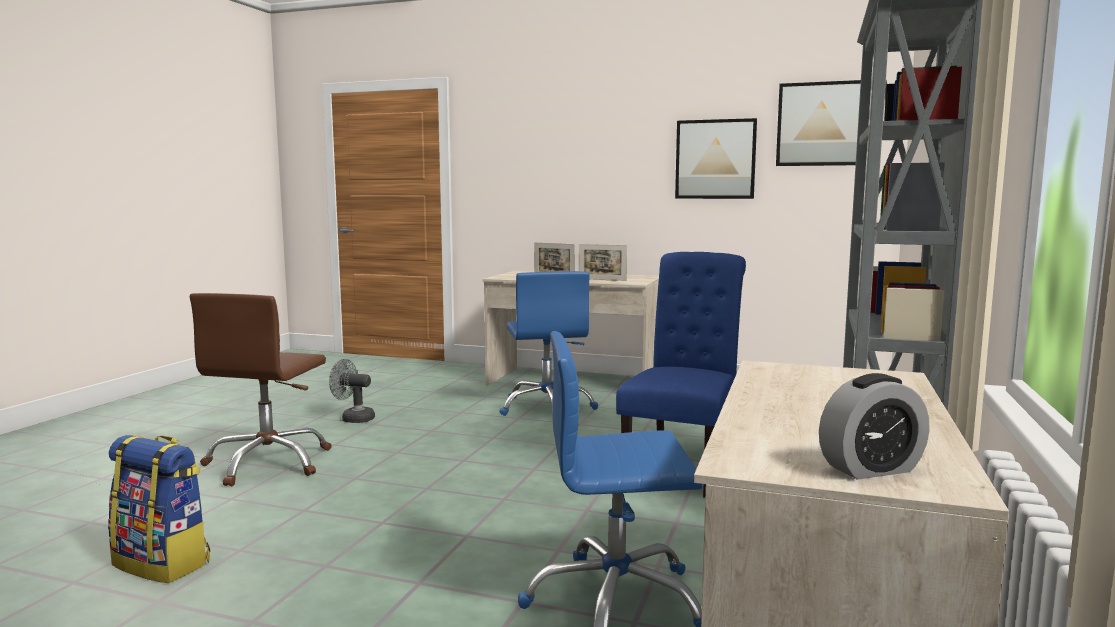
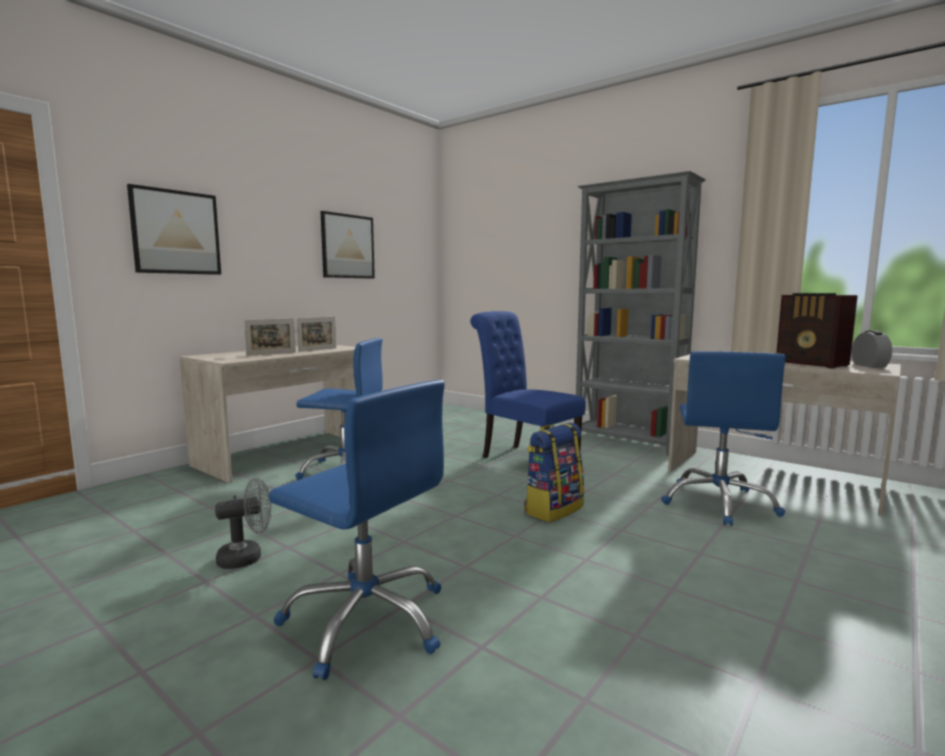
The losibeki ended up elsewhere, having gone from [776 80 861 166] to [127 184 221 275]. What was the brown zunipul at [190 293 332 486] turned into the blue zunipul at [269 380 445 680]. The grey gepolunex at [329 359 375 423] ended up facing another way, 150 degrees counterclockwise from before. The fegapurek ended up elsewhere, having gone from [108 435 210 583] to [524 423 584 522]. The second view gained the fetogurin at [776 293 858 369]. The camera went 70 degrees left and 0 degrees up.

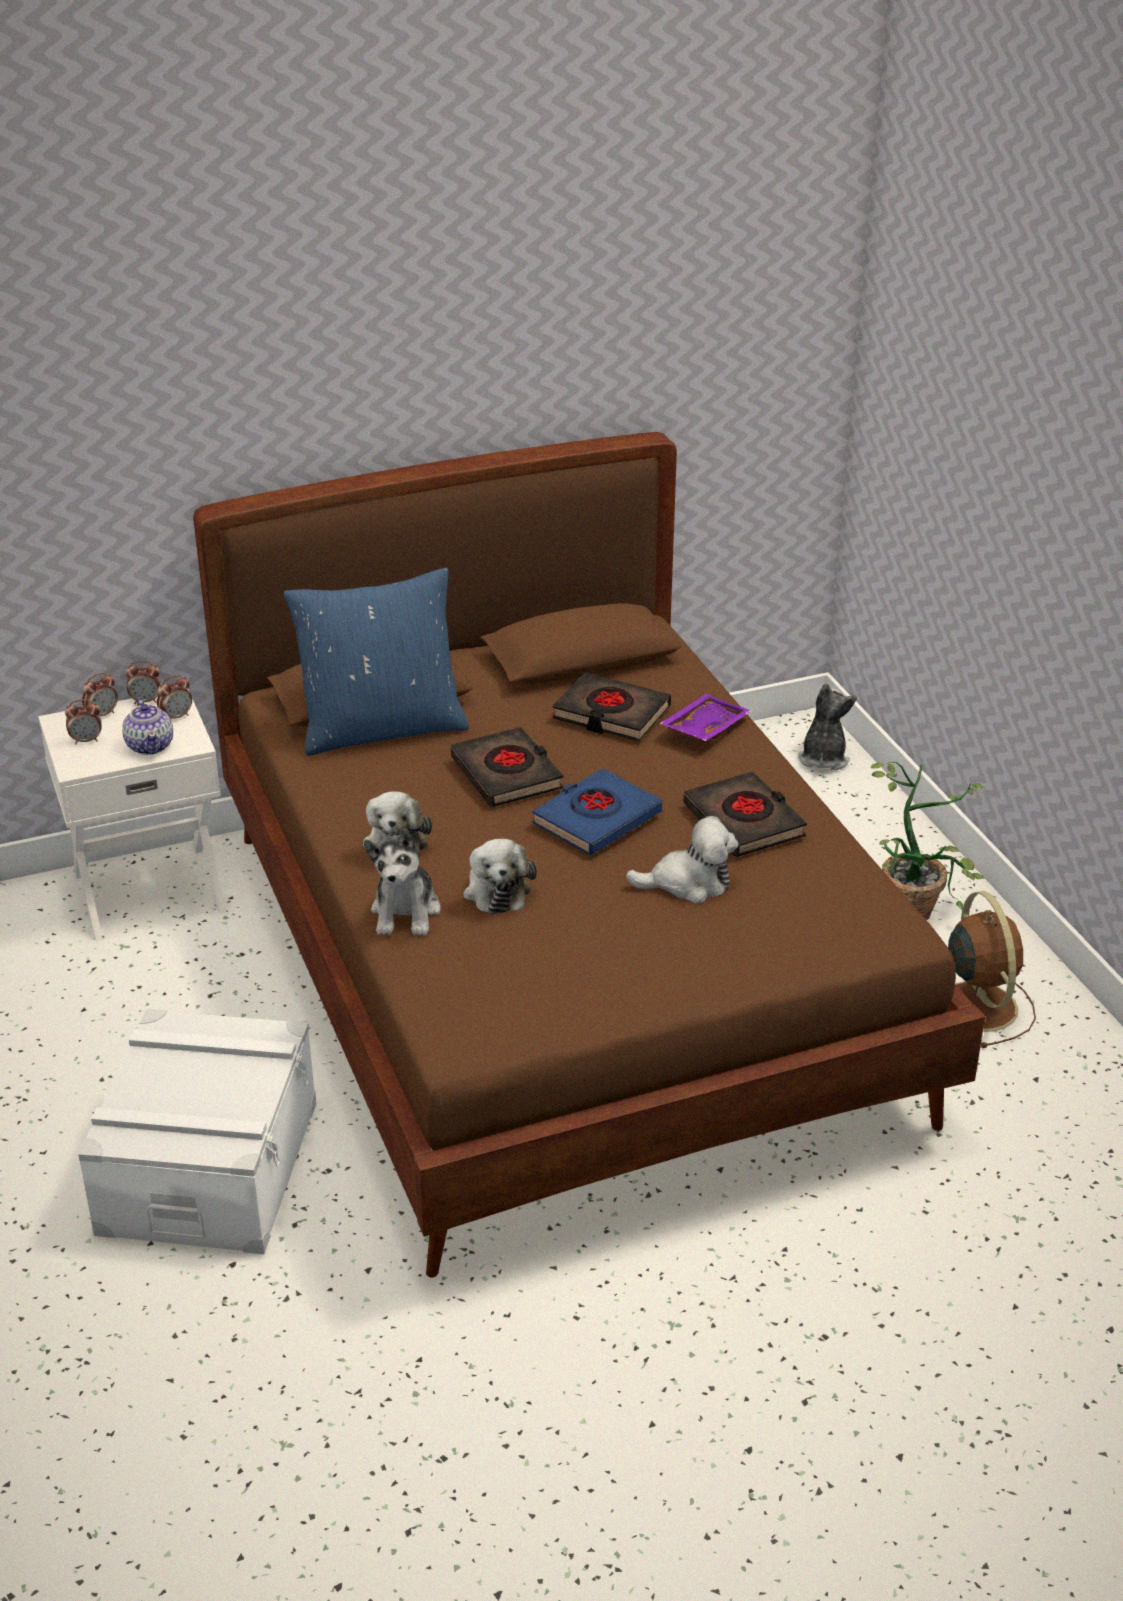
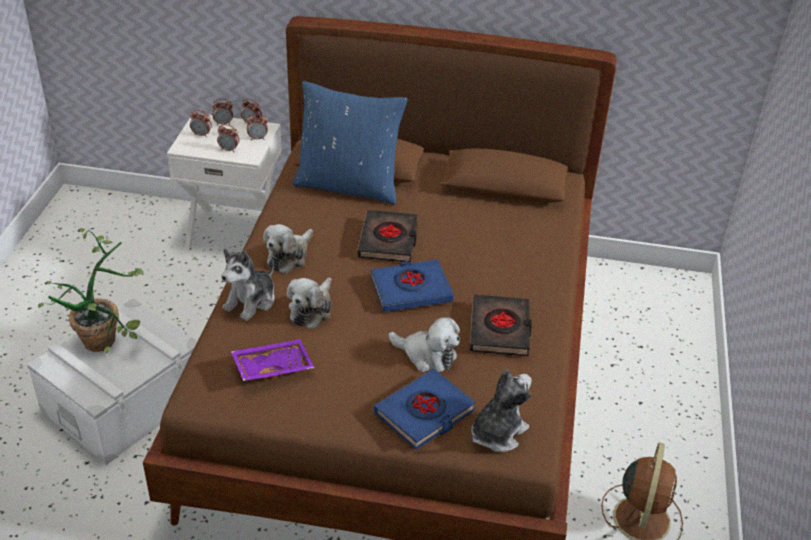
The second view lost the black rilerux at [553 672 671 741]. The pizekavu ended up elsewhere, having gone from [798 683 857 770] to [471 369 532 452]. The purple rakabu ended up elsewhere, having gone from [659 694 751 741] to [231 339 314 381]. Where the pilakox stood at [122 697 173 755], the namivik came to stand at [217 124 239 152]. The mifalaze ended up elsewhere, having gone from [871 762 985 920] to [38 228 144 353]. The second view gained the blue rilerux at [374 369 476 450]. The camera went 30 degrees right and 5 degrees up.

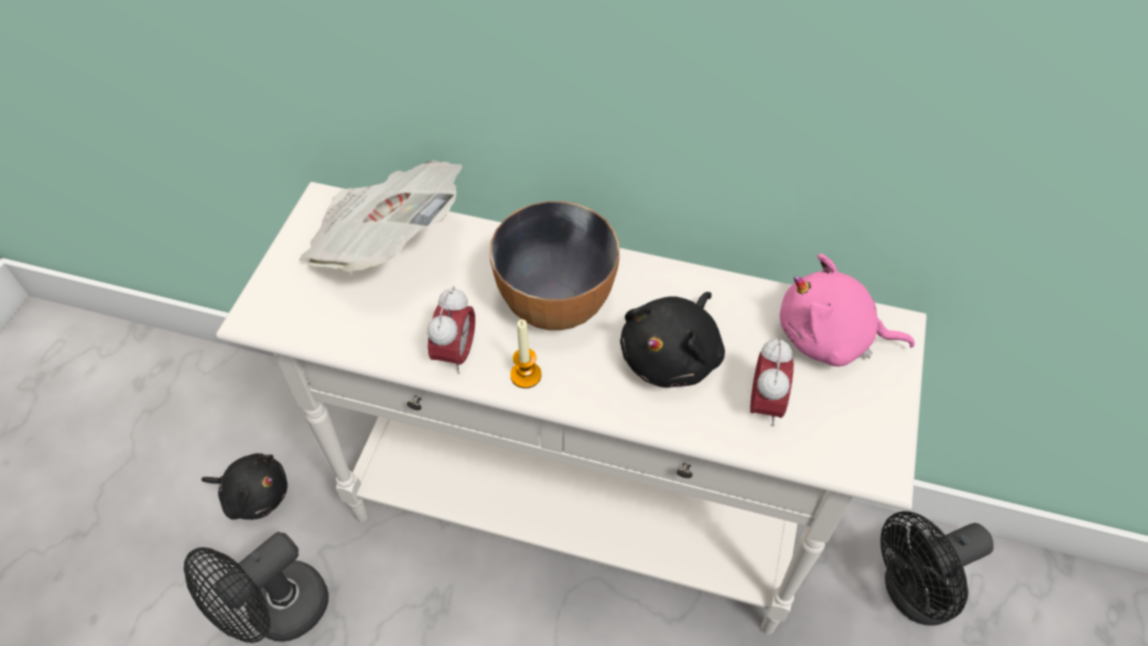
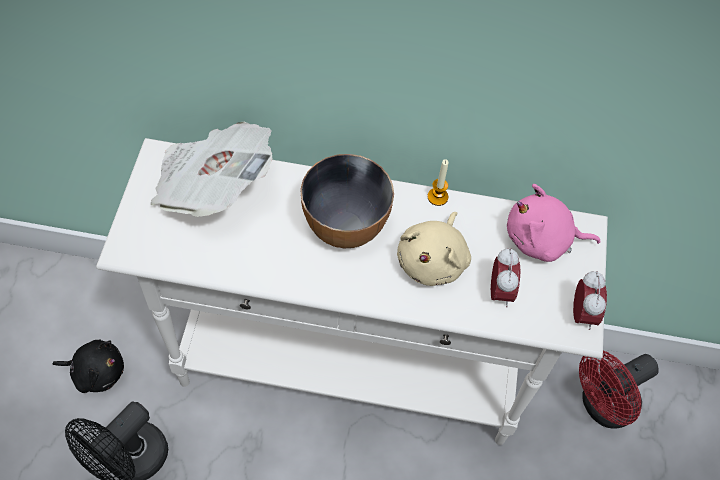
The namivik ended up elsewhere, having gone from [427 286 475 374] to [573 271 607 330]. What was the black pizekavu at [620 292 725 388] turned into the beige pizekavu at [397 212 471 286]. The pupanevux ended up elsewhere, having gone from [510 319 541 388] to [427 159 448 206]. What was the black gepolunex at [880 511 994 626] turned into the red gepolunex at [579 351 659 429]. The camera went 10 degrees left and 5 degrees up.

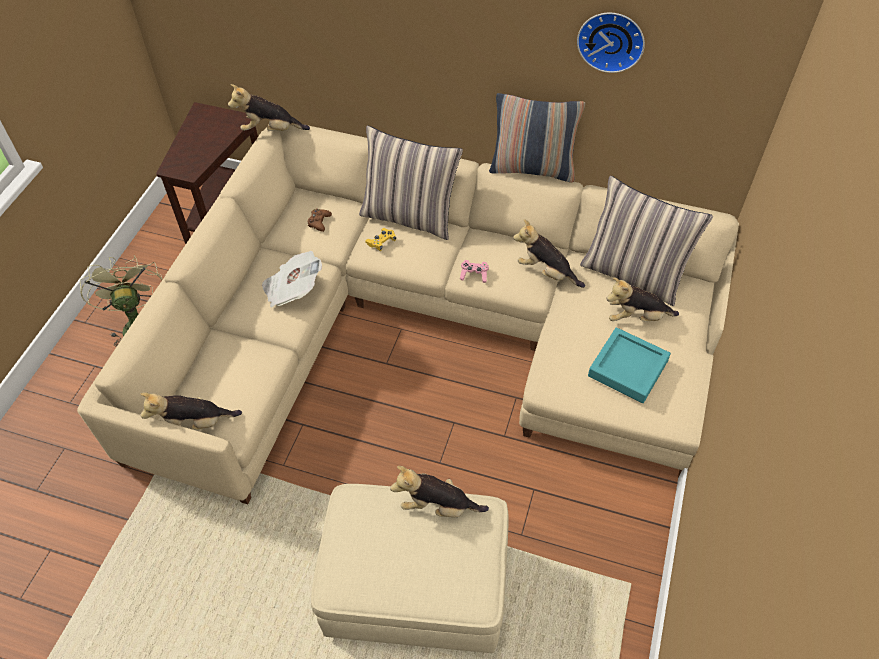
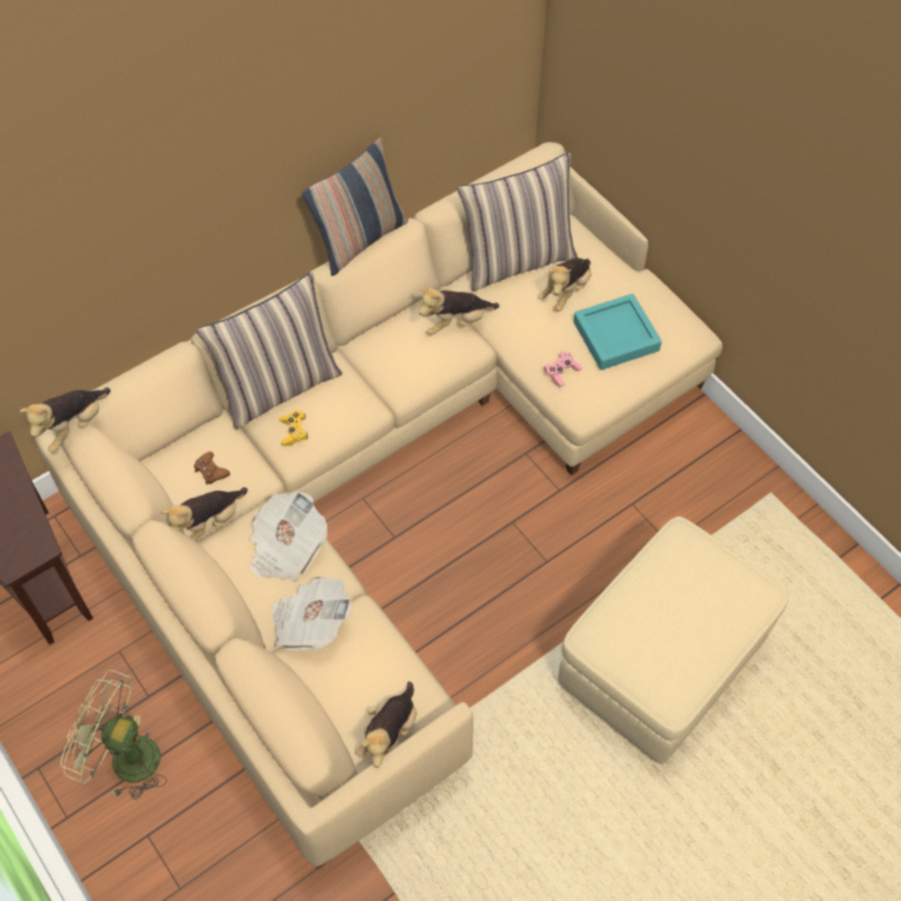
The second view lost the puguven at [577 12 645 73]. The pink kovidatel ended up elsewhere, having gone from [460 260 489 283] to [544 351 582 387]. The pizekavu ended up elsewhere, having gone from [390 466 489 517] to [162 487 248 542]. The second view gained the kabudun at [272 576 352 650]. The camera went 55 degrees left and 5 degrees up.

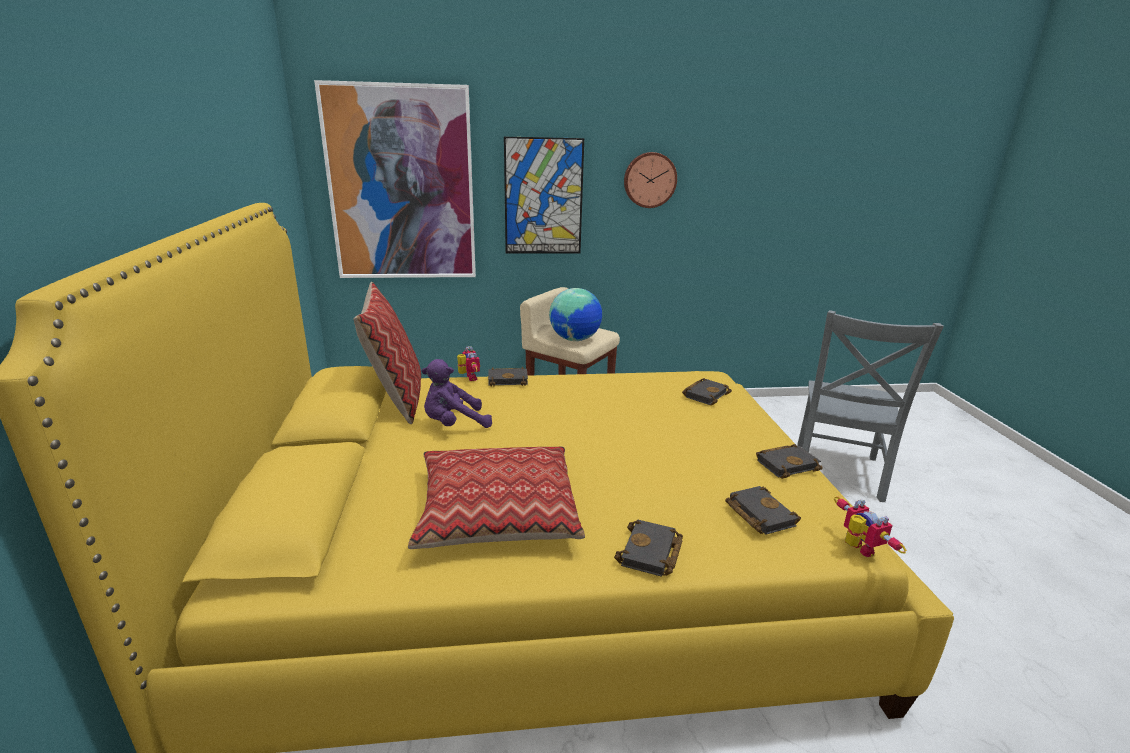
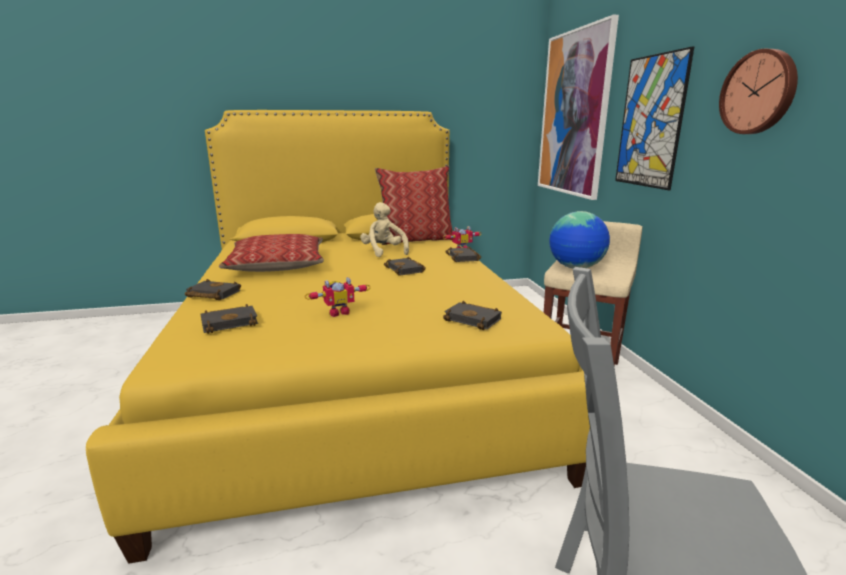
What was the purple pizekavu at [421 359 492 428] turned into the beige pizekavu at [360 202 409 257]. The black rilerux ended up elsewhere, having gone from [756 444 823 479] to [384 257 426 276]. The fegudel ended up elsewhere, having gone from [834 497 907 557] to [305 277 371 317]. The camera went 85 degrees right and 5 degrees down.

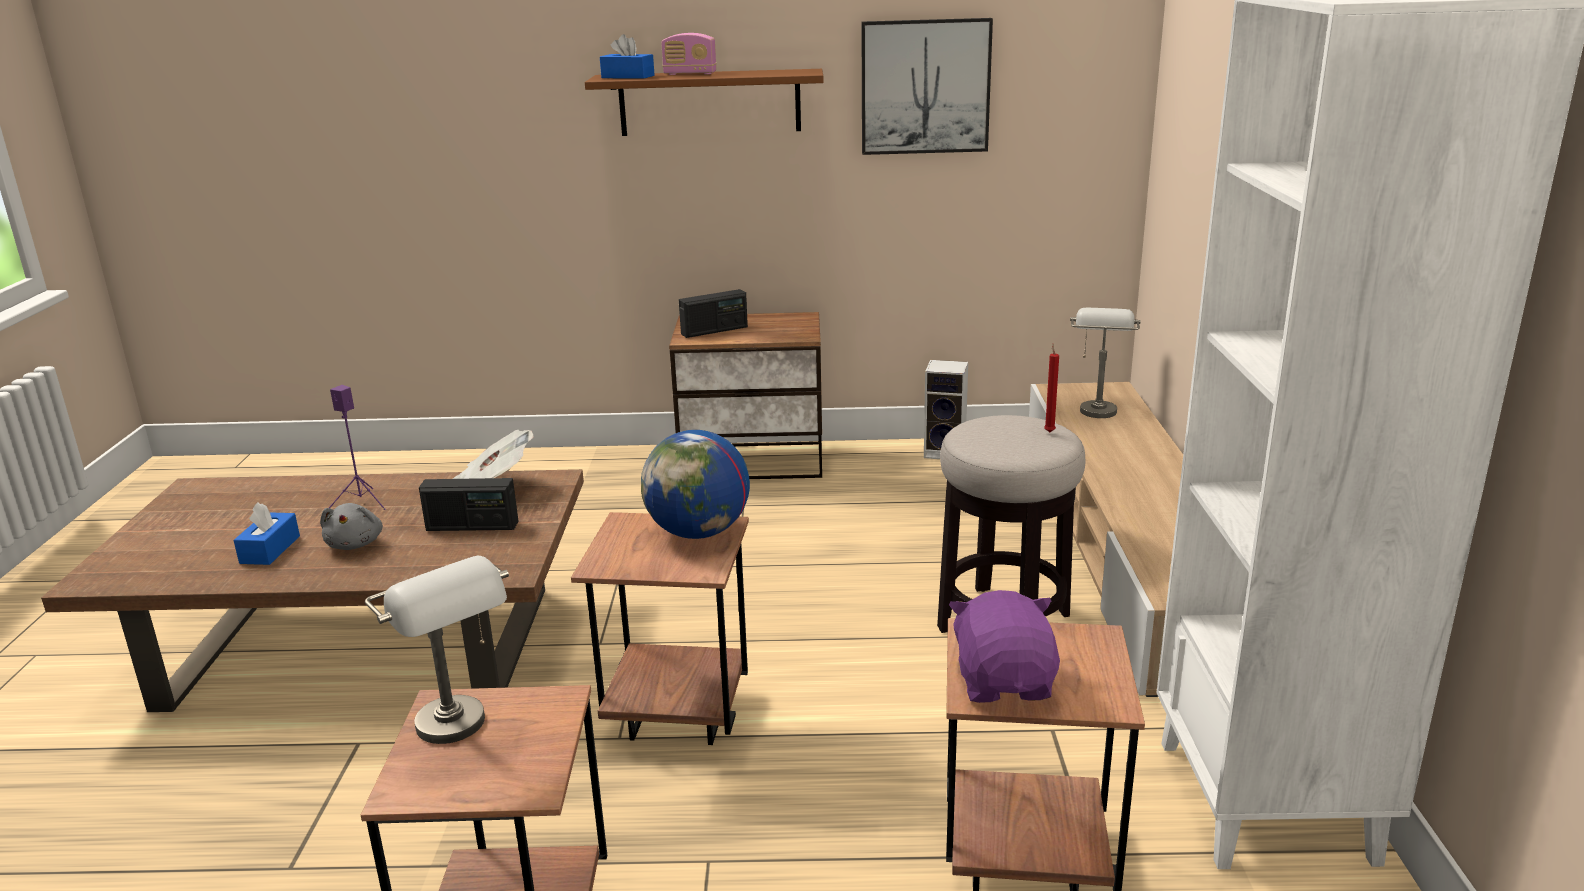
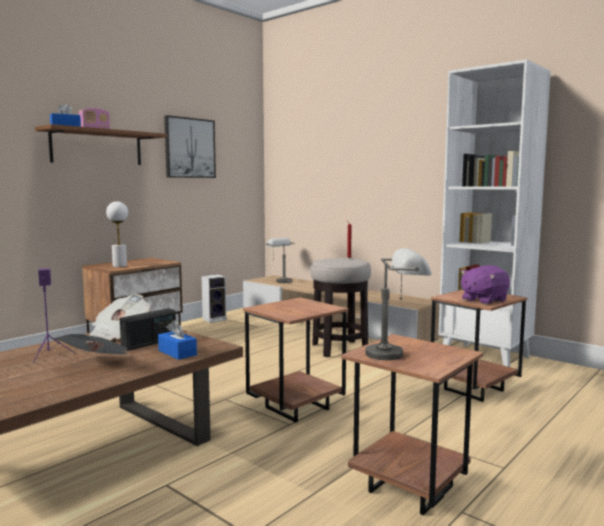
Where the fetogurin stood at [679 289 748 338], the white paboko came to stand at [106 201 128 267]. The second view lost the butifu at [641 430 750 539]. The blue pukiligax ended up elsewhere, having gone from [234 502 300 565] to [158 320 197 360]. Where the grey pizekavu stood at [320 503 383 550], the kabudun came to stand at [53 334 128 354]. The purple pizekavu at [949 590 1060 703] ended up facing another way, 75 degrees counterclockwise from before. The camera went 50 degrees left and 15 degrees down.

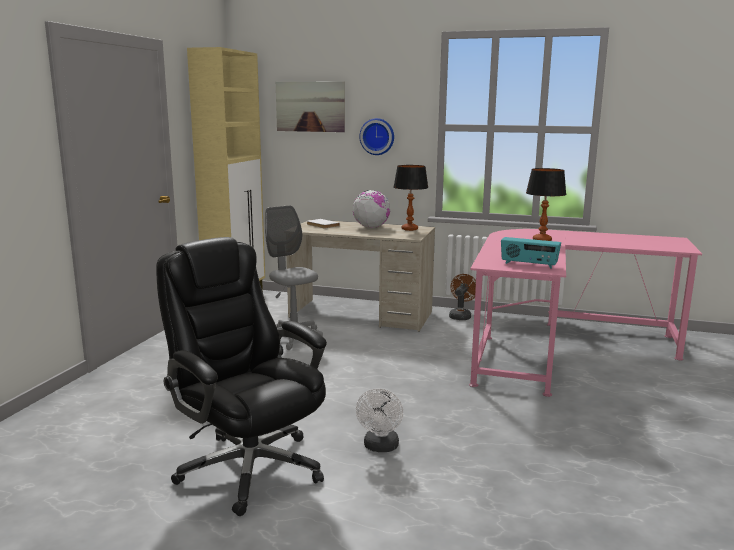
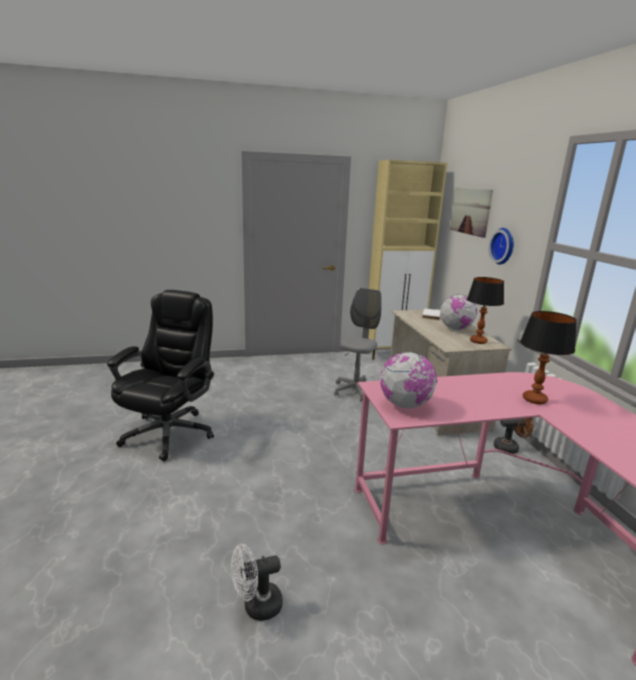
Where the fetogurin stood at [501 237 561 269], the butifu came to stand at [380 352 437 408]. The white gepolunex ended up elsewhere, having gone from [356 388 403 452] to [231 544 283 621]. The camera went 60 degrees right and 5 degrees up.

